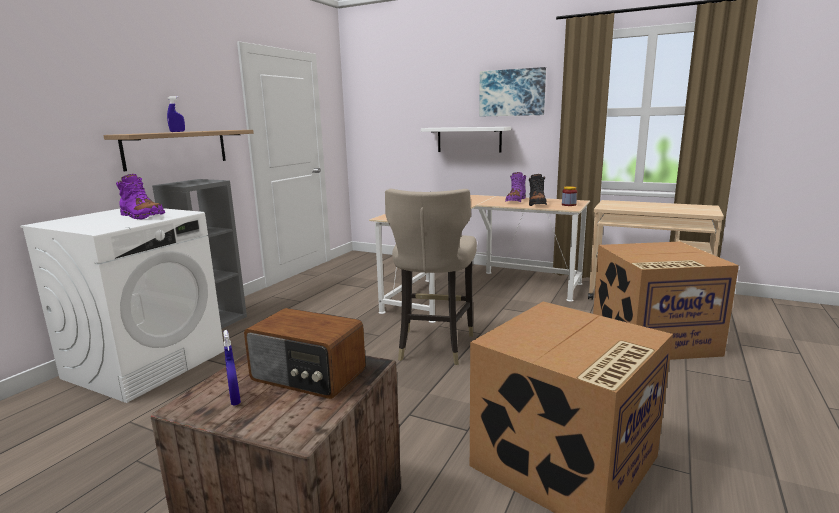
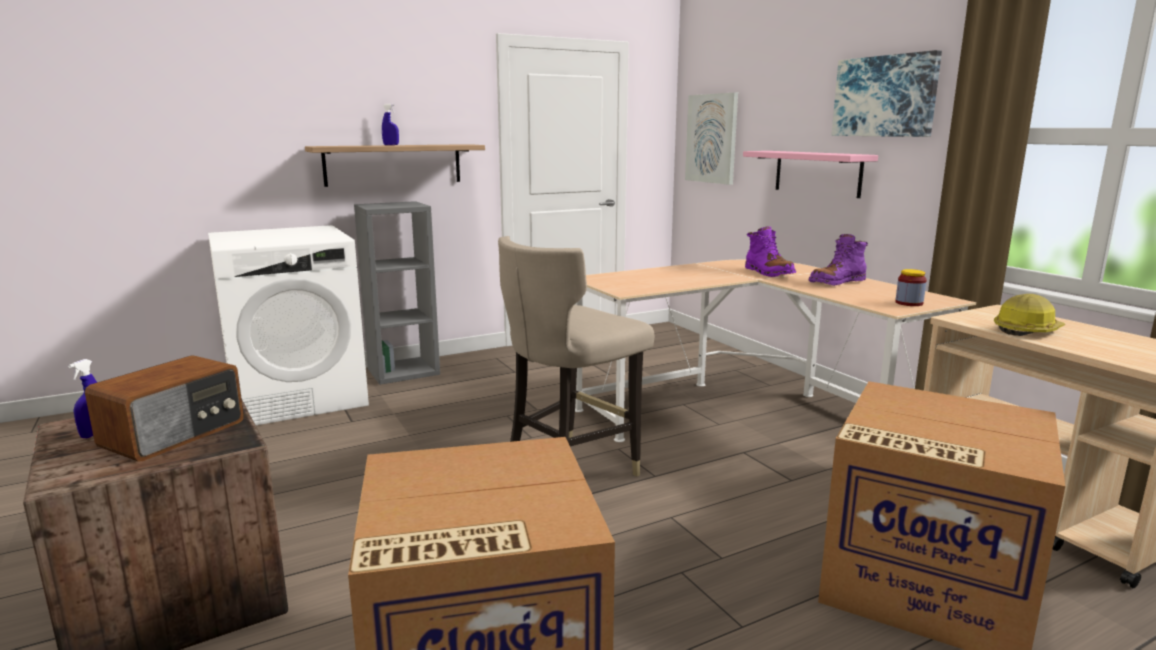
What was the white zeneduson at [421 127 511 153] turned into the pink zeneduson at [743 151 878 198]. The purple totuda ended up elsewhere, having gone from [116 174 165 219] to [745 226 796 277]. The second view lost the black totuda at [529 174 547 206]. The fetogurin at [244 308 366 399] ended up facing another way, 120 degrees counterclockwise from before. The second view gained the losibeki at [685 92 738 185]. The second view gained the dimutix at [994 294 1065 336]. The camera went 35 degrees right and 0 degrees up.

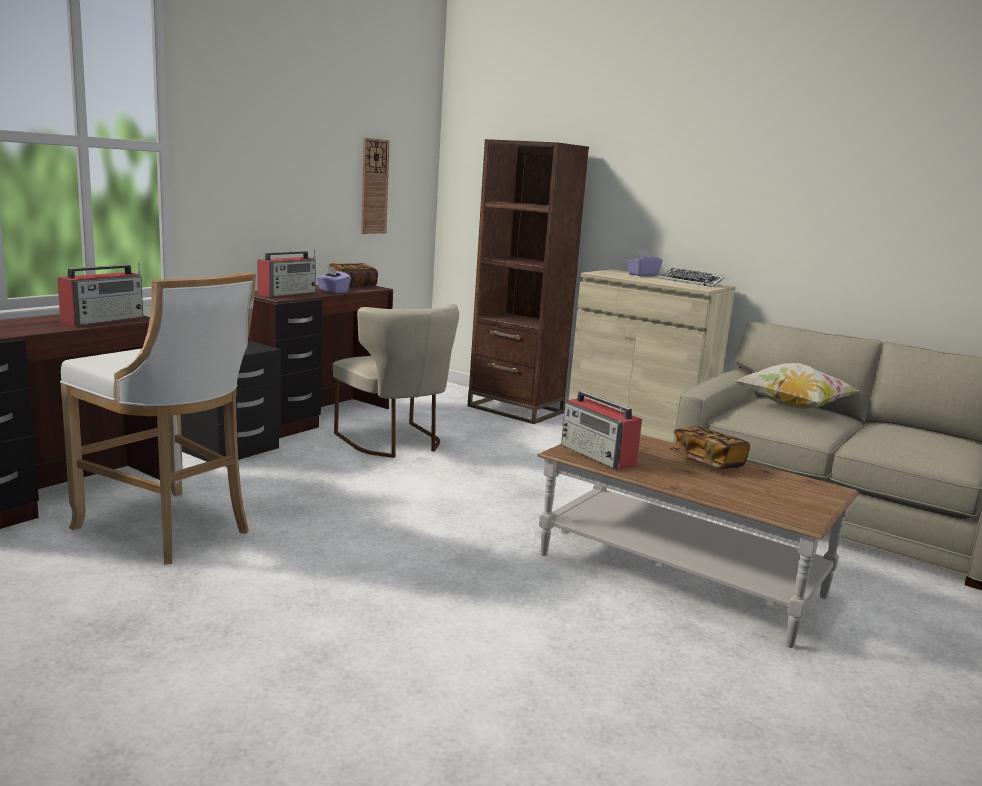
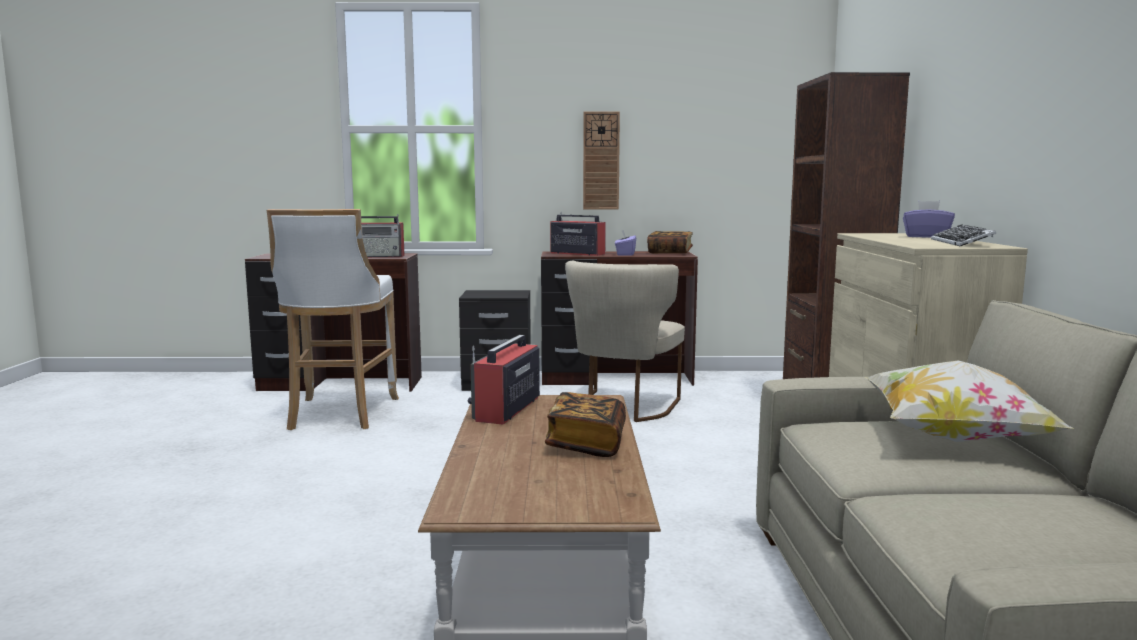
The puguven ended up elsewhere, having gone from [361 138 390 234] to [583 112 620 209]. The fetogurin at [257 250 316 297] ended up facing another way, 150 degrees counterclockwise from before. The camera went 55 degrees right and 5 degrees down.

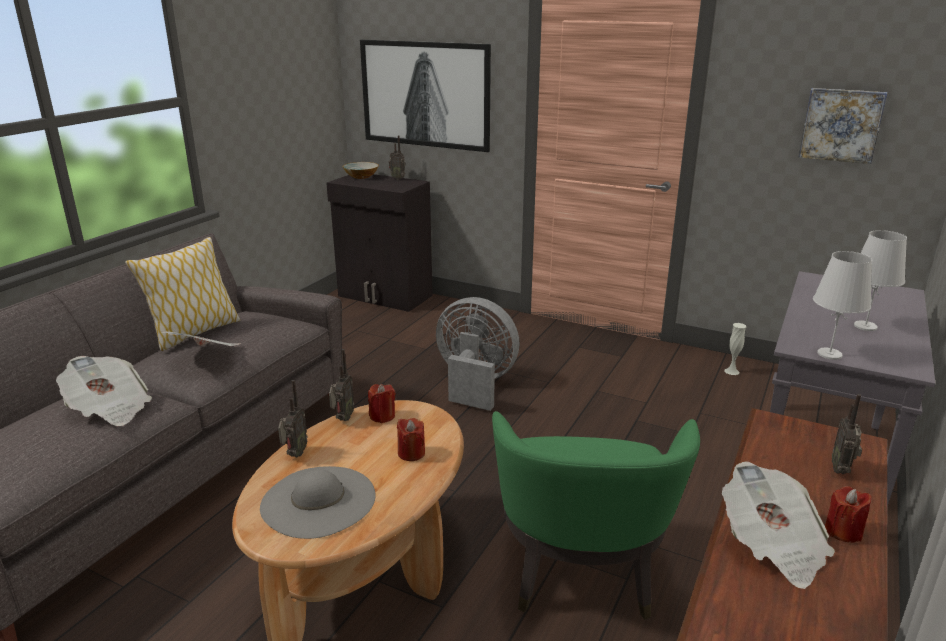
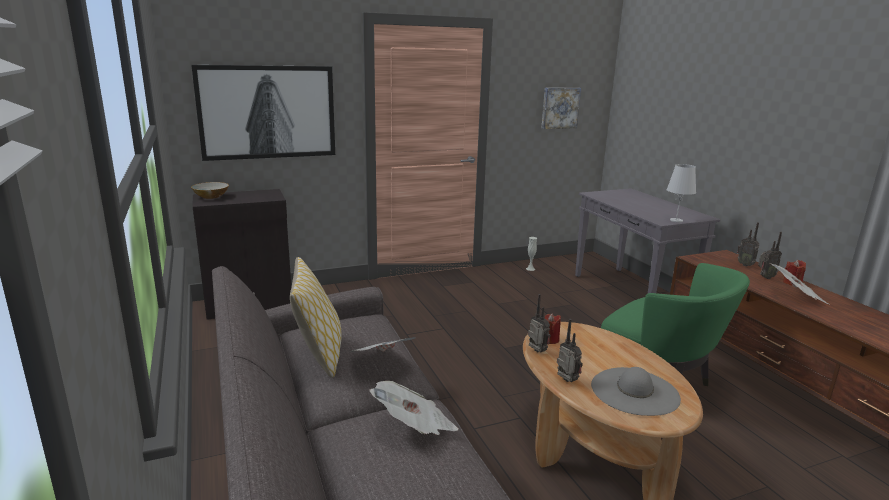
The fetogurin ended up elsewhere, having gone from [389 135 405 180] to [758 232 782 279]. The second view lost the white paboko at [854 230 907 331]. The second view lost the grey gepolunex at [436 297 520 411]. The second view lost the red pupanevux at [397 418 425 461]. The camera went 50 degrees left and 5 degrees down.

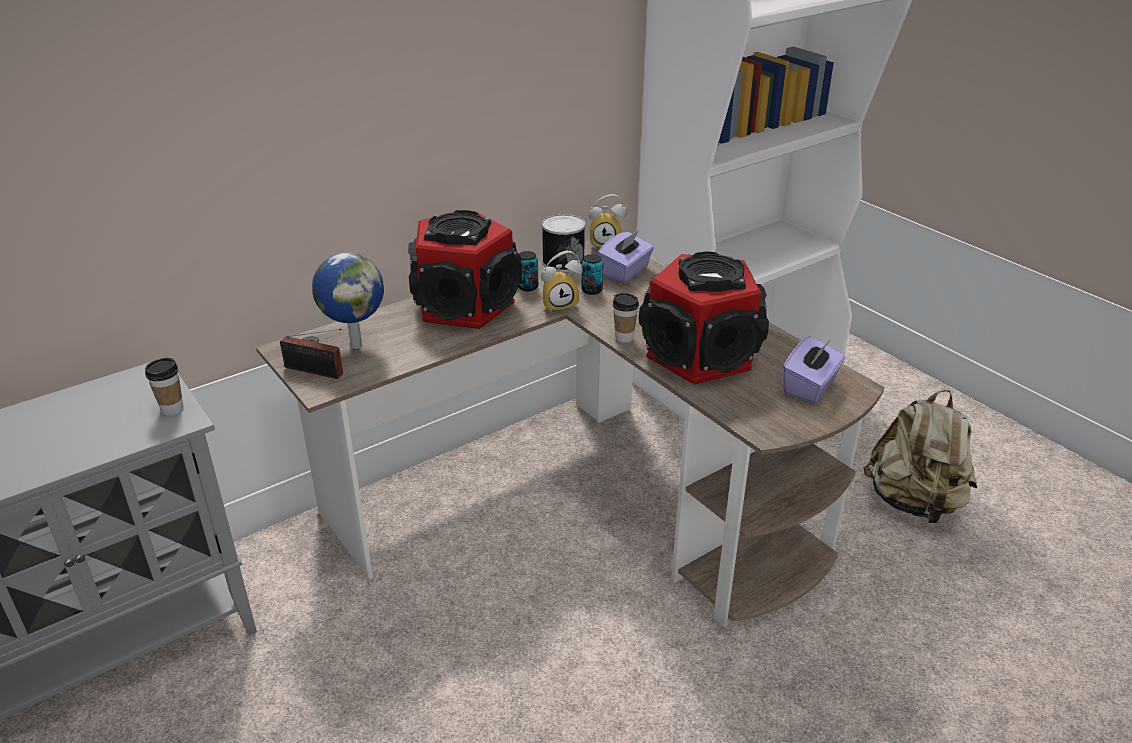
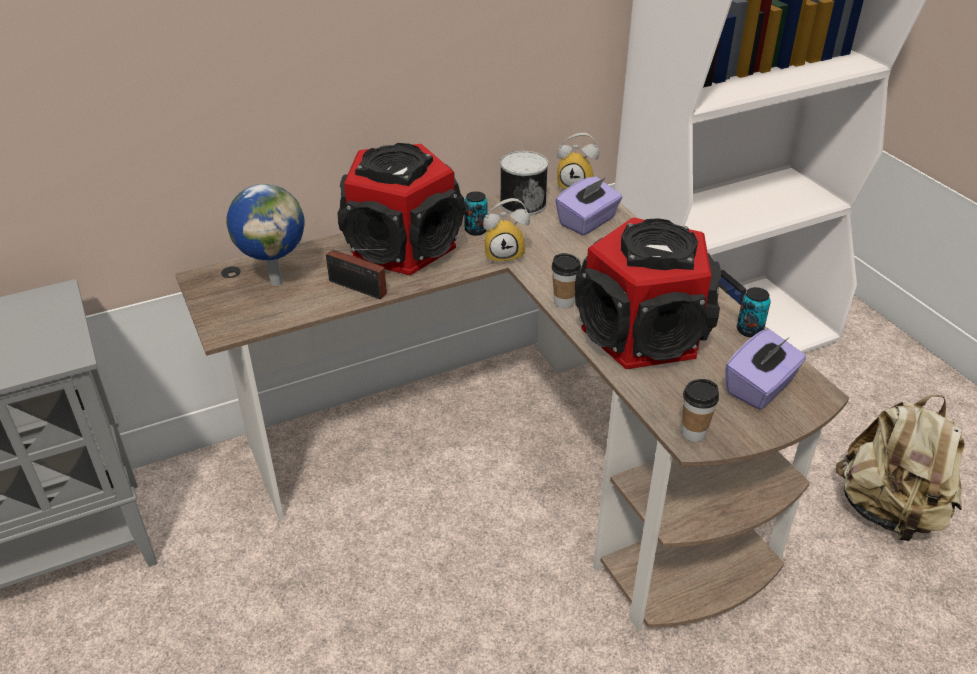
The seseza ended up elsewhere, having gone from [581 254 603 295] to [737 287 771 337]. The fetogurin ended up elsewhere, having gone from [280 329 343 379] to [326 249 388 299]. The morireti ended up elsewhere, having gone from [145 358 184 416] to [682 379 719 442]. The camera went 10 degrees right and 5 degrees up.

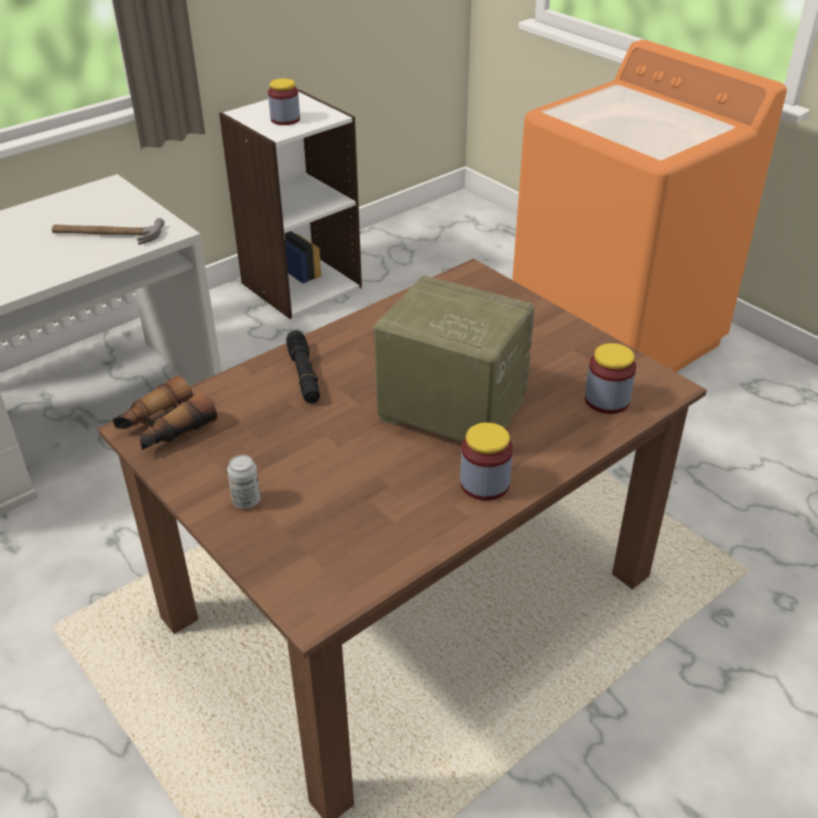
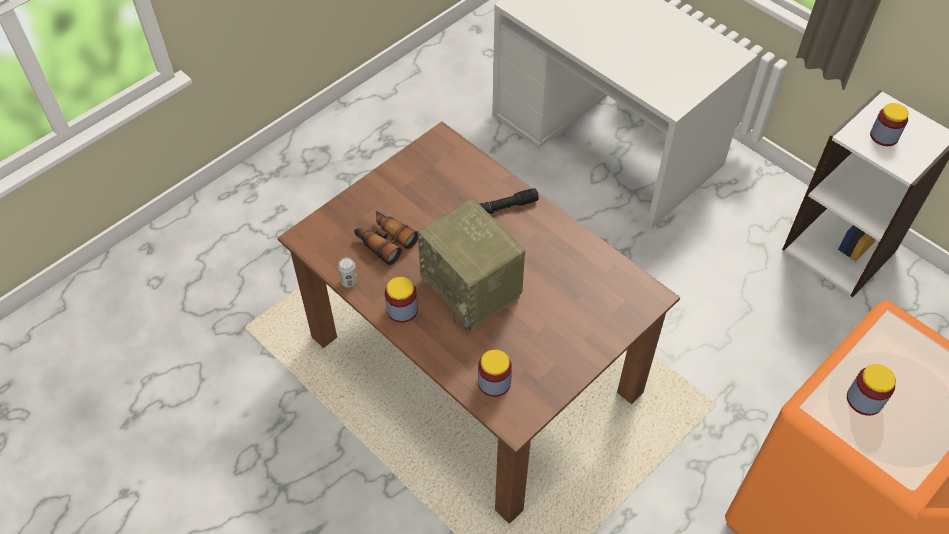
The second view lost the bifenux at [52 218 164 245]. The fetogurin at [374 275 535 442] ended up facing another way, 120 degrees clockwise from before. The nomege ended up elsewhere, having gone from [113 375 217 450] to [354 211 418 266]. The seseza ended up elsewhere, having gone from [227 455 261 509] to [338 258 358 287]. The second view gained the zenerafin at [847 364 896 416]. The camera went 85 degrees right and 15 degrees up.

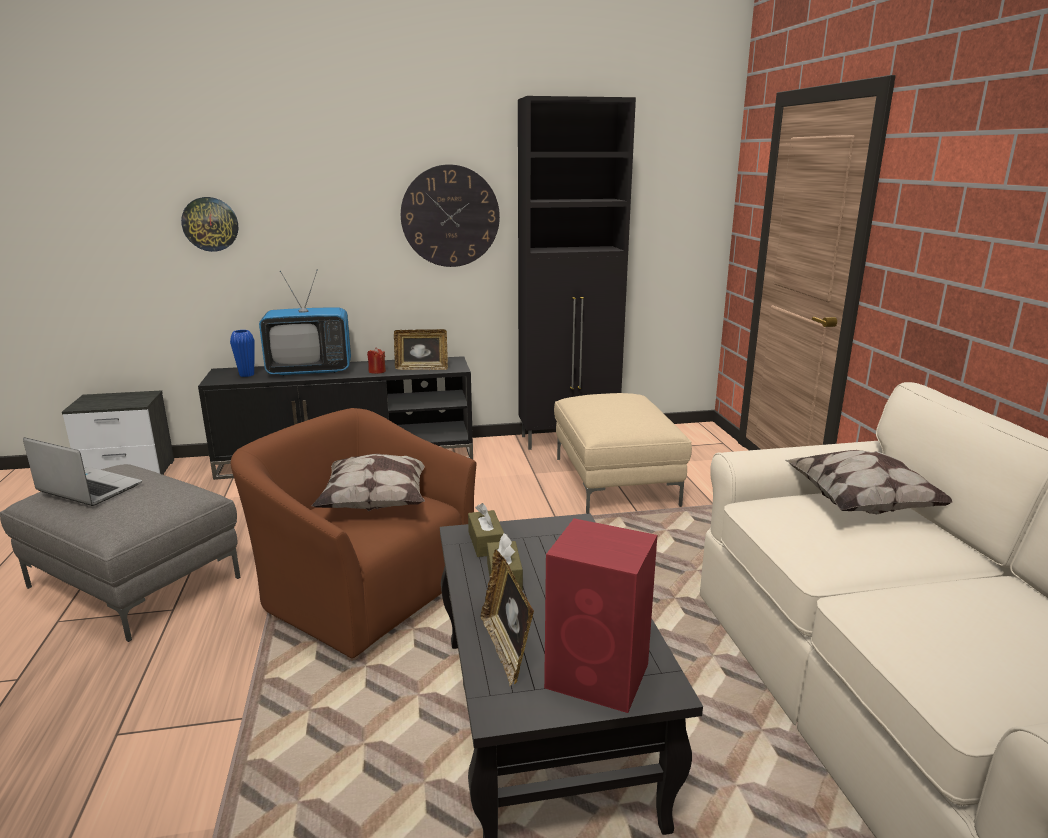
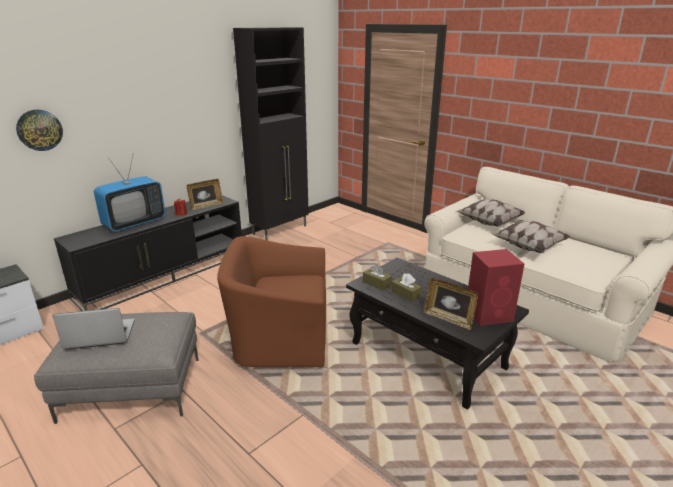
The second view lost the puguven at [401 164 500 267]. The second view lost the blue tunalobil at [230 330 255 377]. The second view lost the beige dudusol at [554 393 692 514]. The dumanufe ended up elsewhere, having gone from [312 454 425 511] to [492 220 571 253]. The camera went 35 degrees left and 5 degrees up.

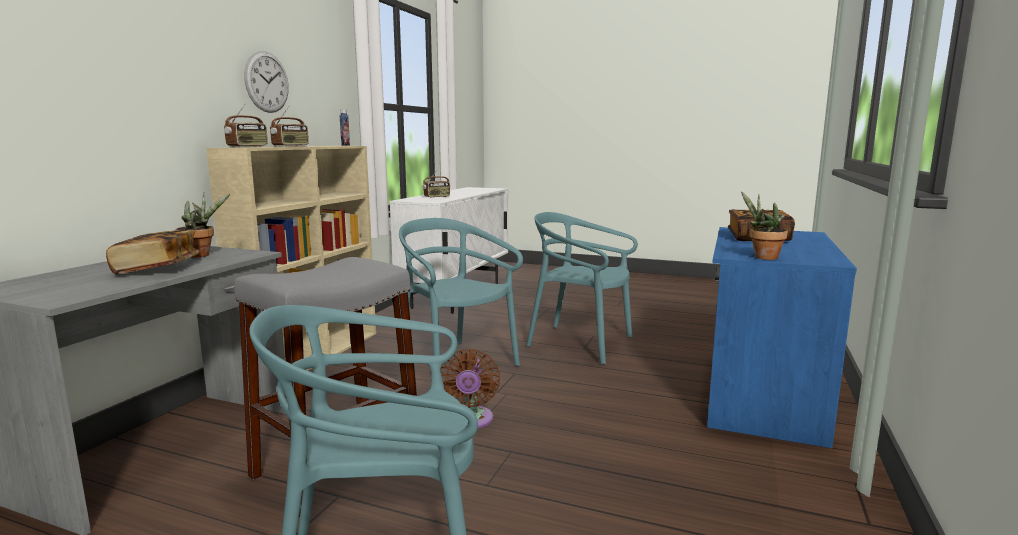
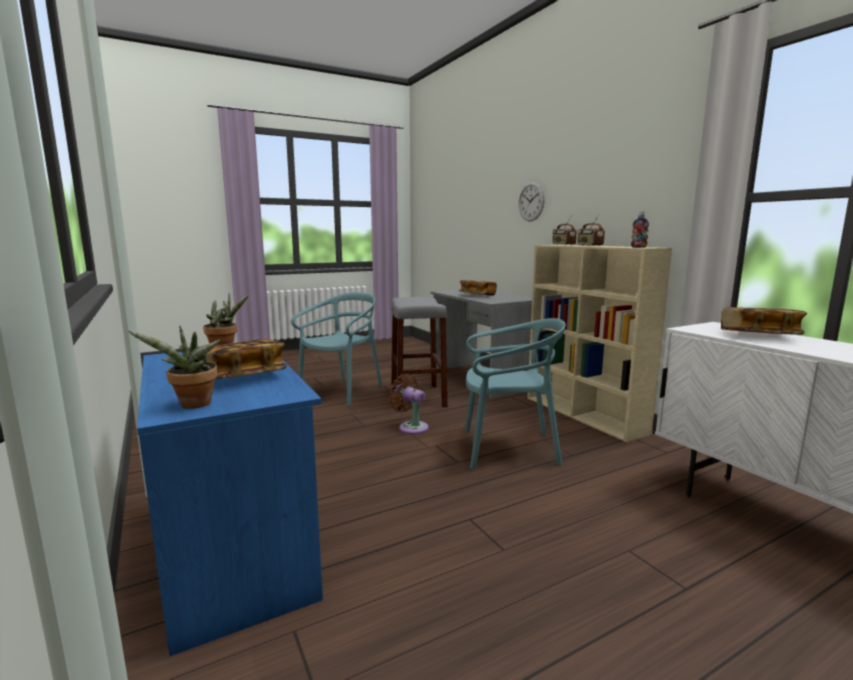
The puguven ended up elsewhere, having gone from [244 51 289 113] to [519 182 545 222]. Where the fetogurin stood at [423 168 450 198], the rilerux came to stand at [721 307 807 335]. The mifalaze ended up elsewhere, having gone from [176 193 230 258] to [128 326 220 409]. The second view lost the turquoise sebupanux at [526 212 638 365]. The camera went 130 degrees right and 0 degrees up.

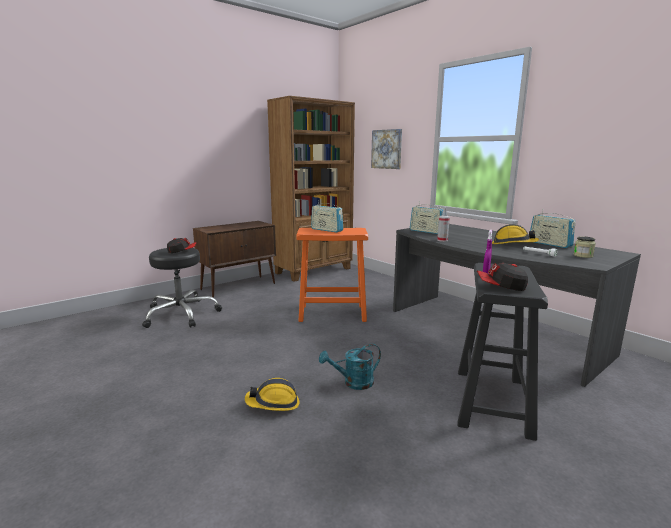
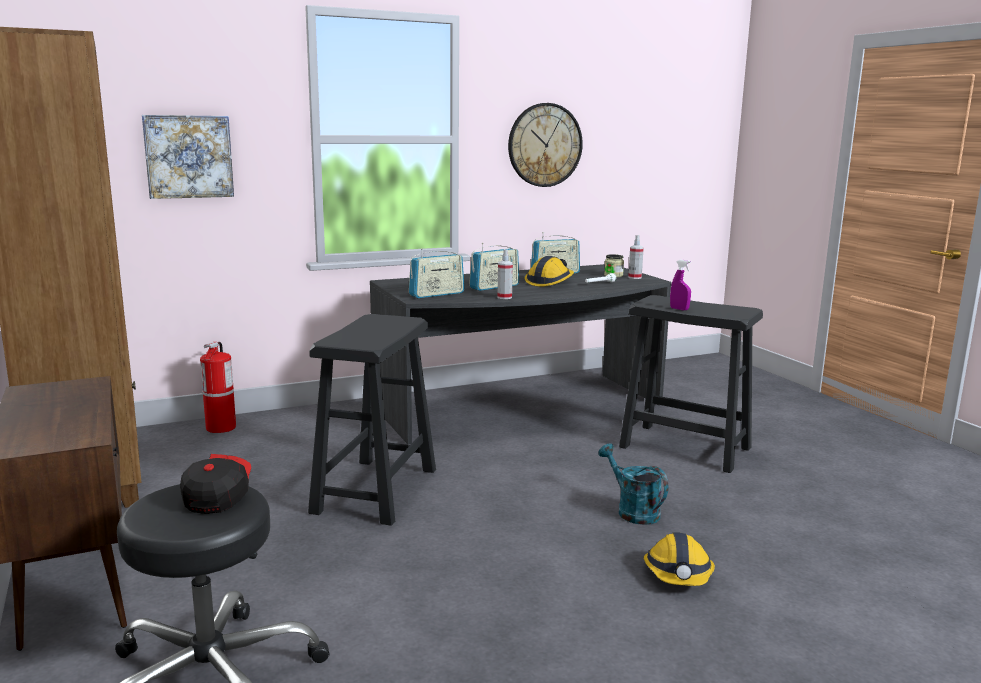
The fetogurin ended up elsewhere, having gone from [311 200 343 233] to [469 243 519 291]. What was the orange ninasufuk at [296 228 368 322] turned into the black ninasufuk at [308 314 436 526]. The second view lost the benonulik at [477 263 528 291]. The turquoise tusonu at [319 344 381 390] ended up facing another way, 150 degrees clockwise from before. The second view gained the puguven at [508 103 583 187]. The second view gained the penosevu at [628 235 644 279]. The second view gained the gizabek at [200 342 236 433]. The camera went 75 degrees left and 0 degrees up.

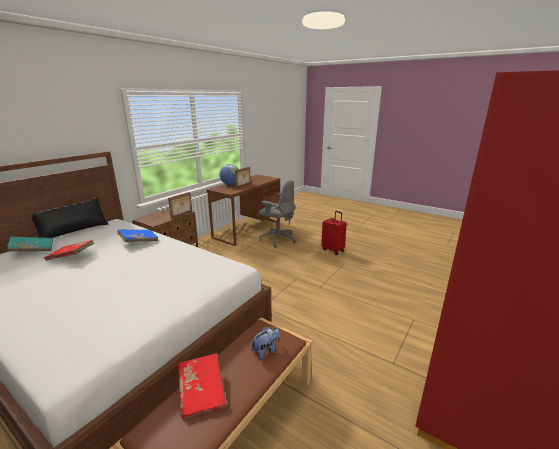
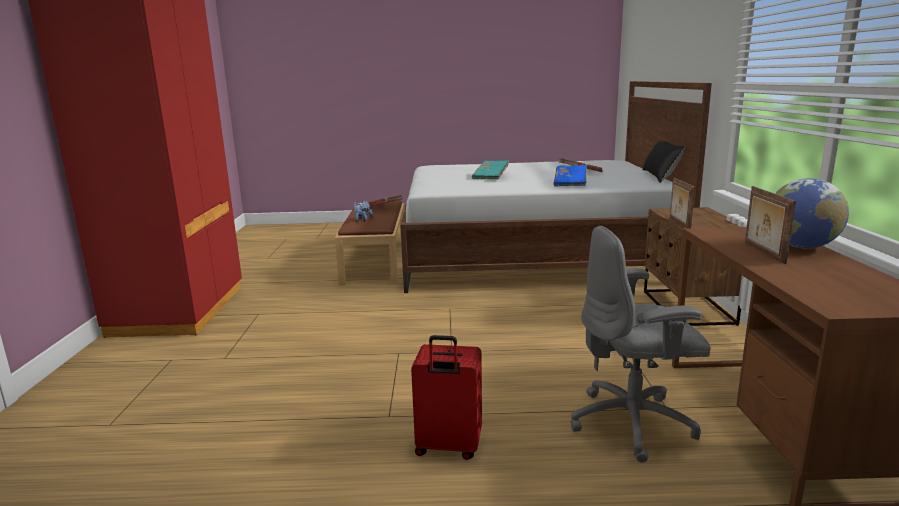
The turquoise rilerux ended up elsewhere, having gone from [7 236 53 251] to [472 160 509 179]. The camera went 145 degrees right and 5 degrees down.

